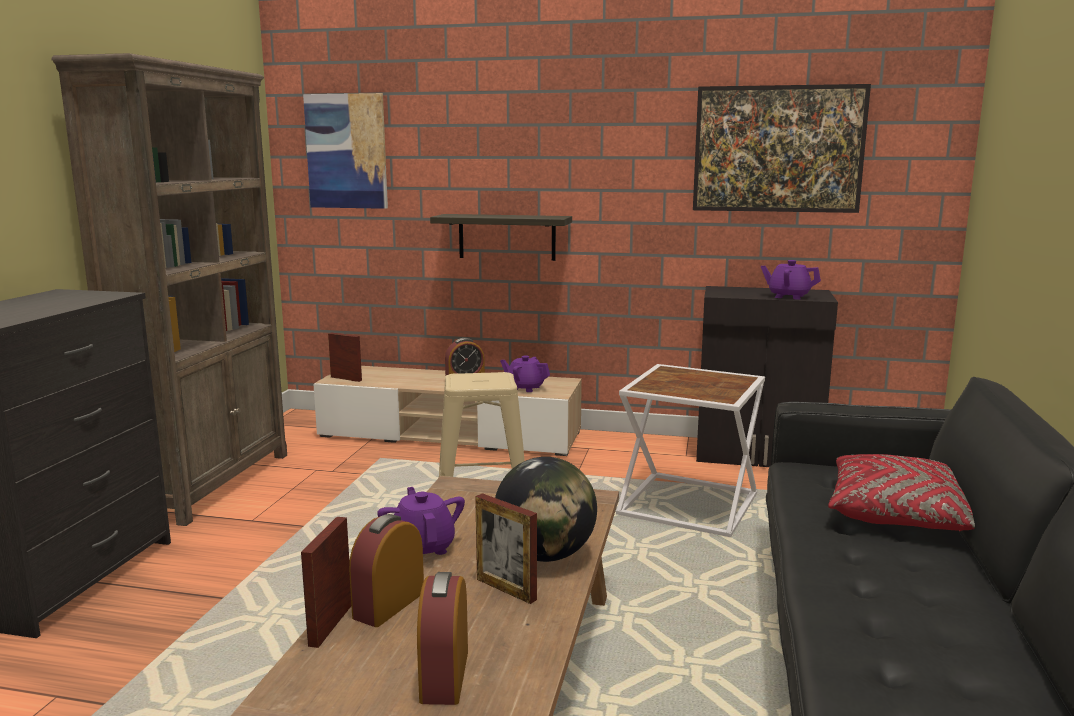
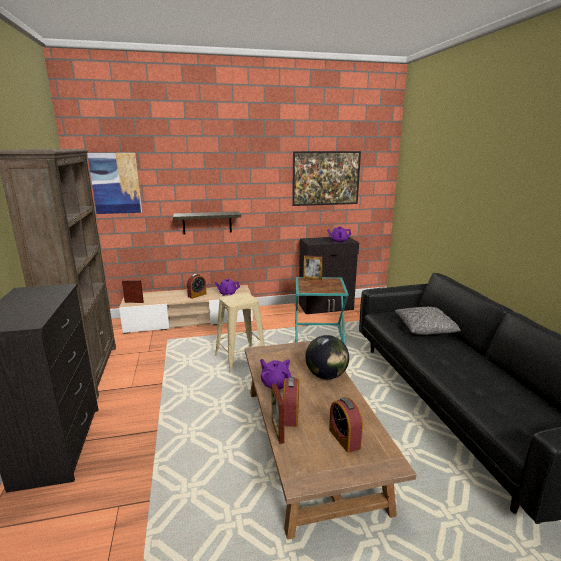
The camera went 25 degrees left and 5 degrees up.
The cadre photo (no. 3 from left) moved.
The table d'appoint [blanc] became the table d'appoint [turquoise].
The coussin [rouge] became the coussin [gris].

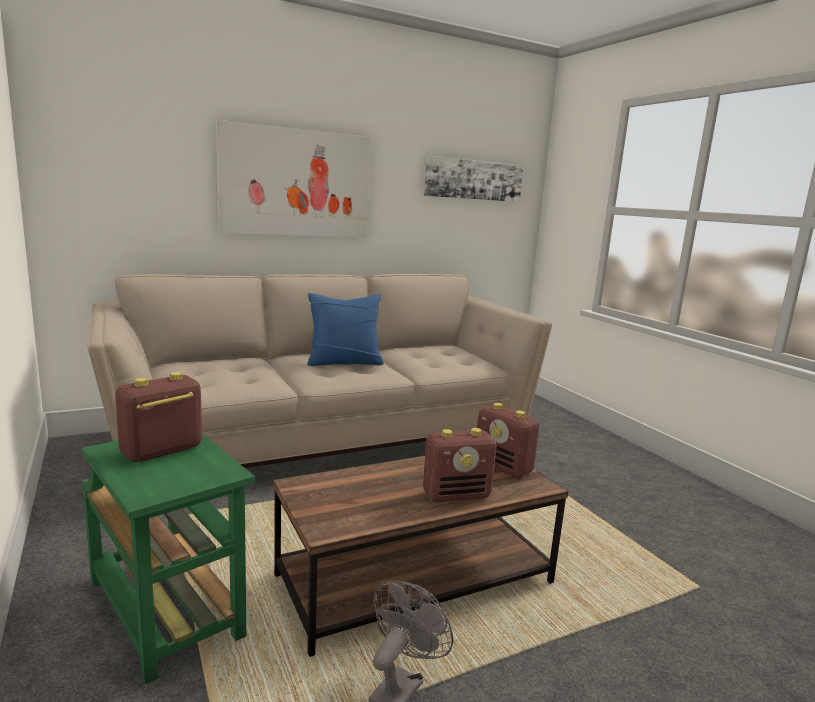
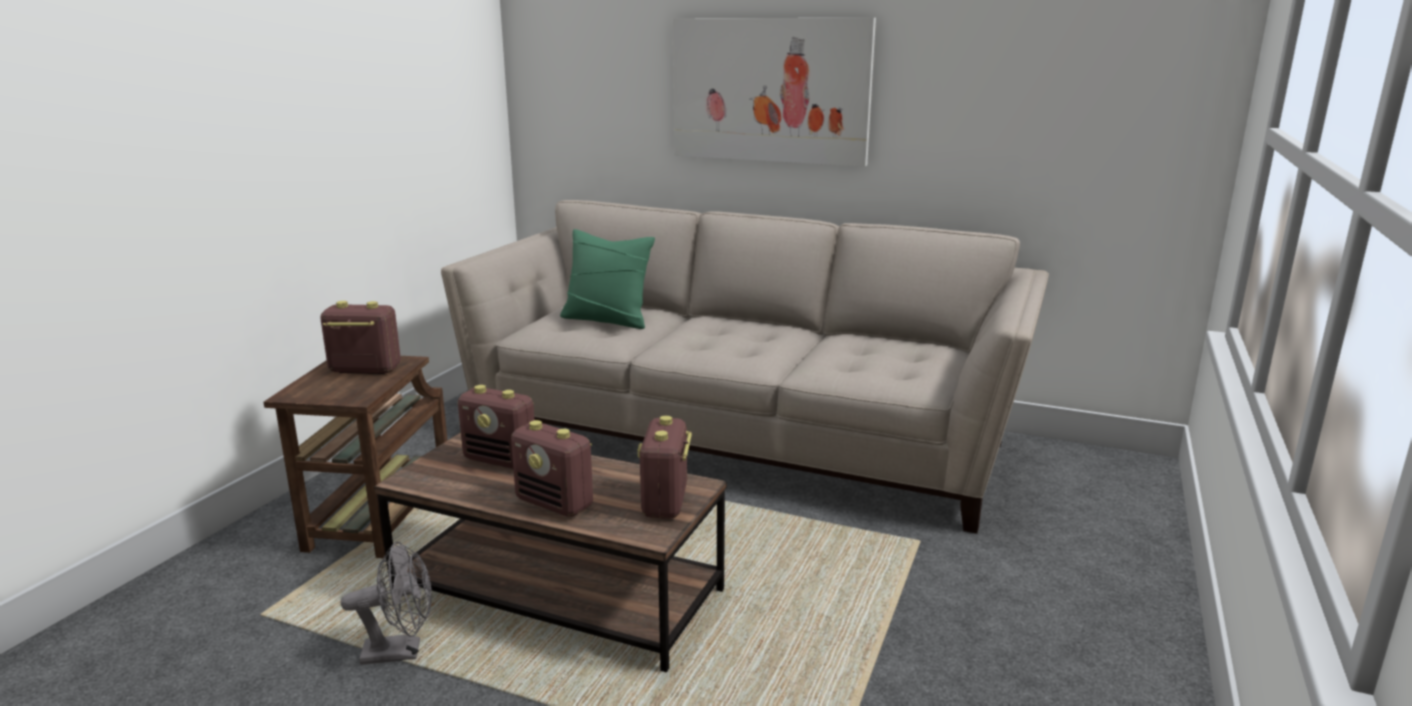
The camera went 50 degrees right and 5 degrees up.
The coussin [bleu] disappeared.
The tableau (no. 2 from left) disappeared.
The radio (no. 2 from left) appeared.
The coussin [vert] appeared.
The table d'appoint [vert] became the table d'appoint [marron].

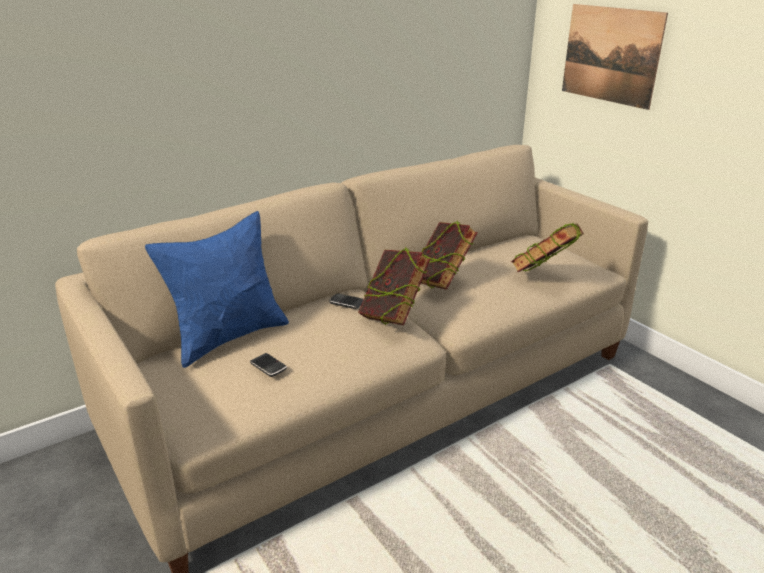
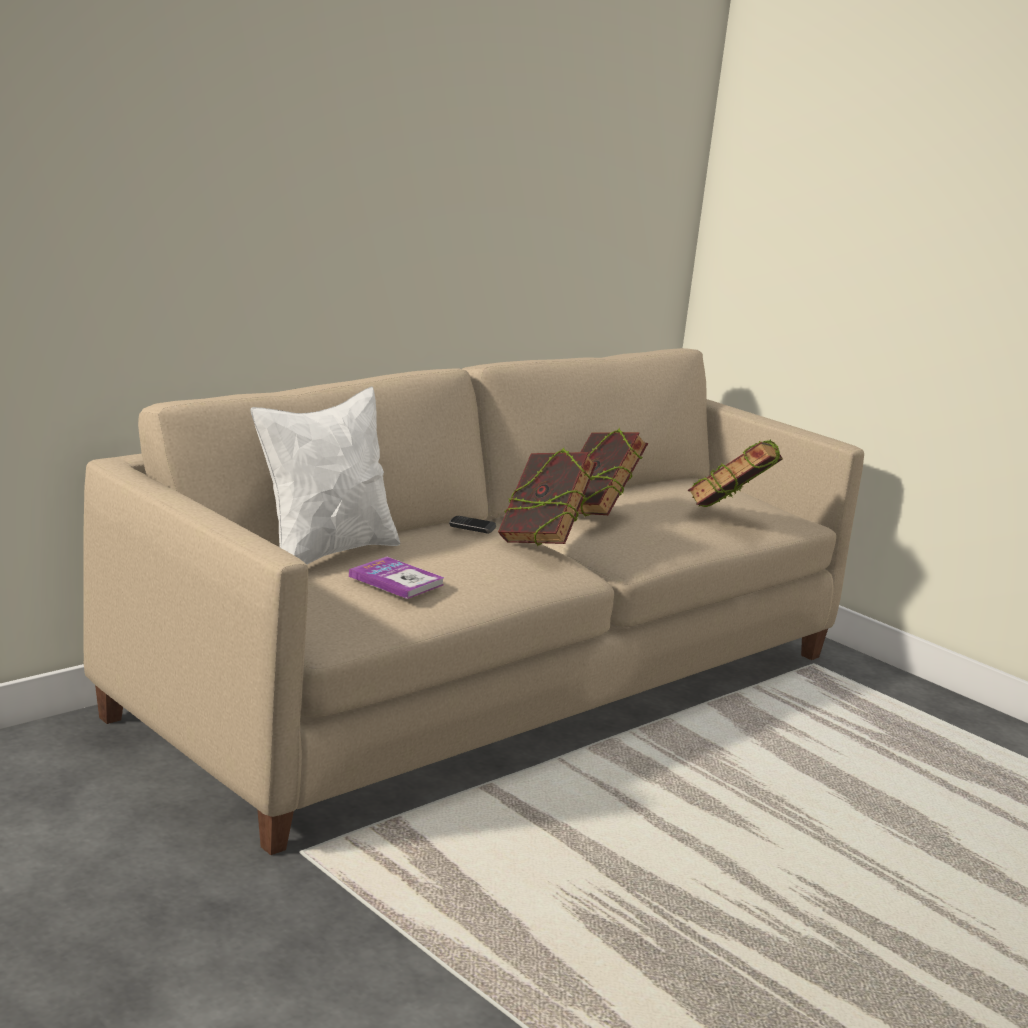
The camera went 10 degrees left and 10 degrees down.
The tableau disappeared.
The téléphone (no. 1 from left) was replaced by the livre (no. 1 from left).
The coussin [bleu] became the coussin [blanc].

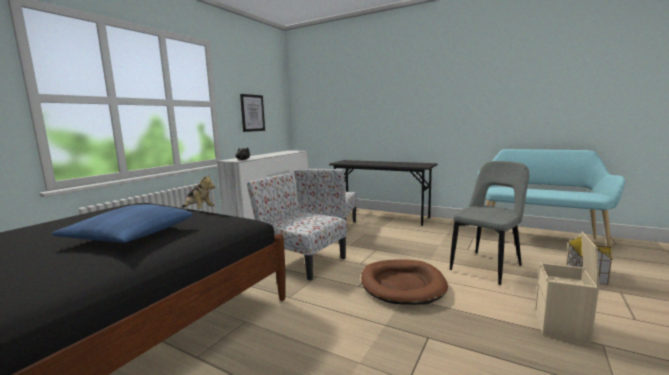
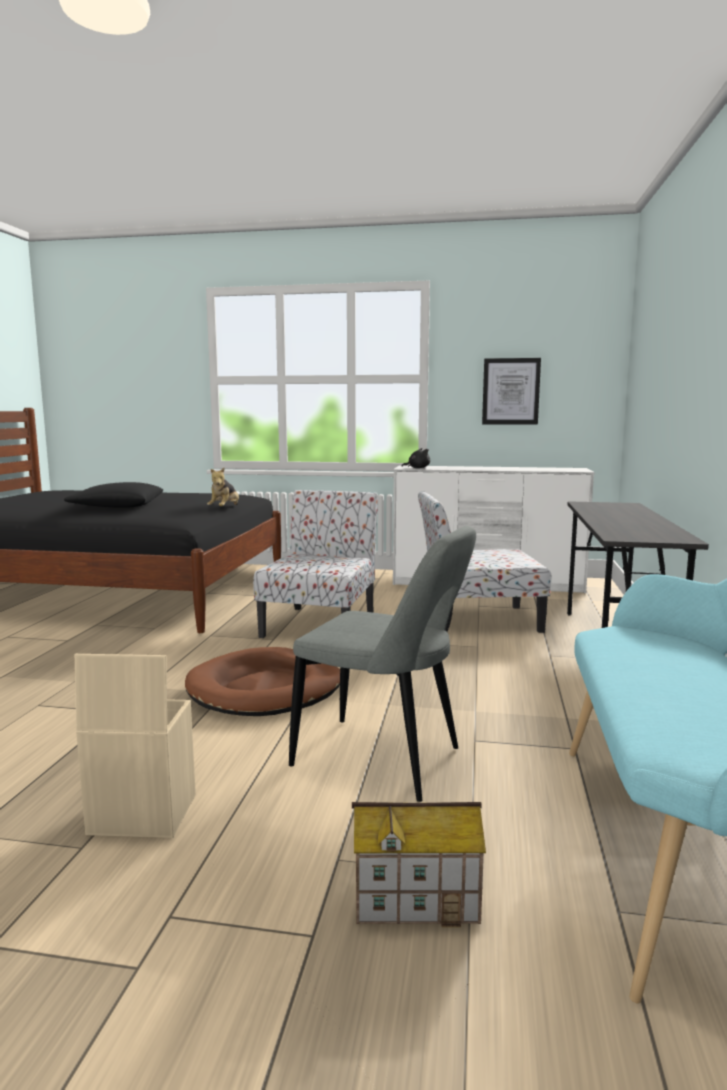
The camera went 70 degrees right and 0 degrees up.
The coussin [bleu] became the coussin [noir].

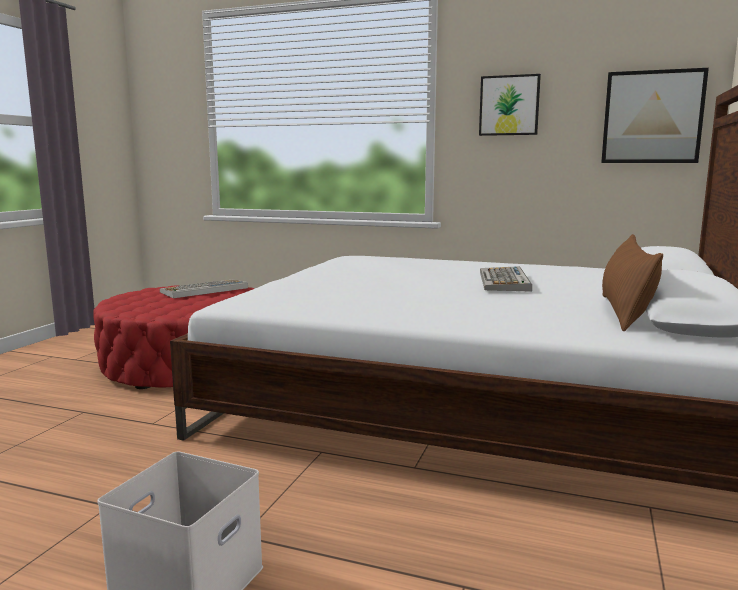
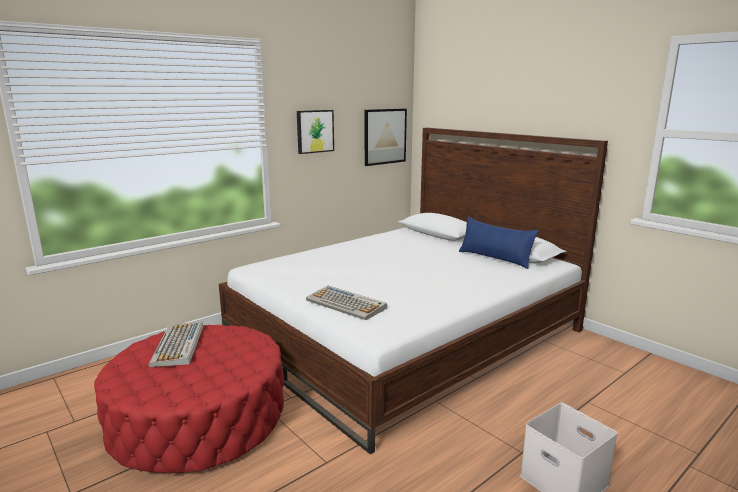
The camera went 60 degrees left and 5 degrees up.
The clavier (no. 2 from left) moved.
The coussin [marron] became the coussin [bleu].

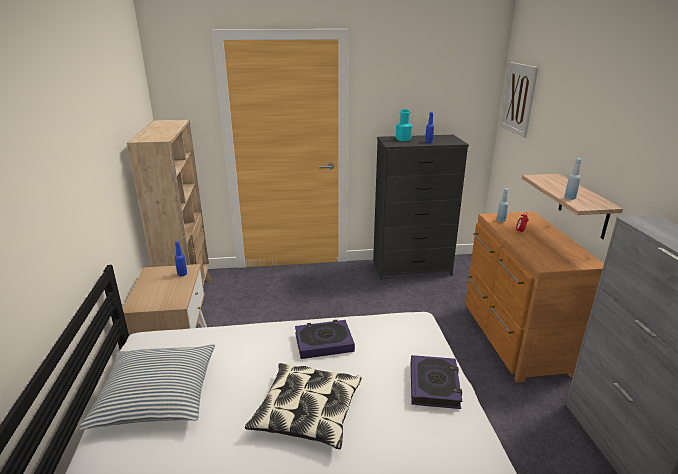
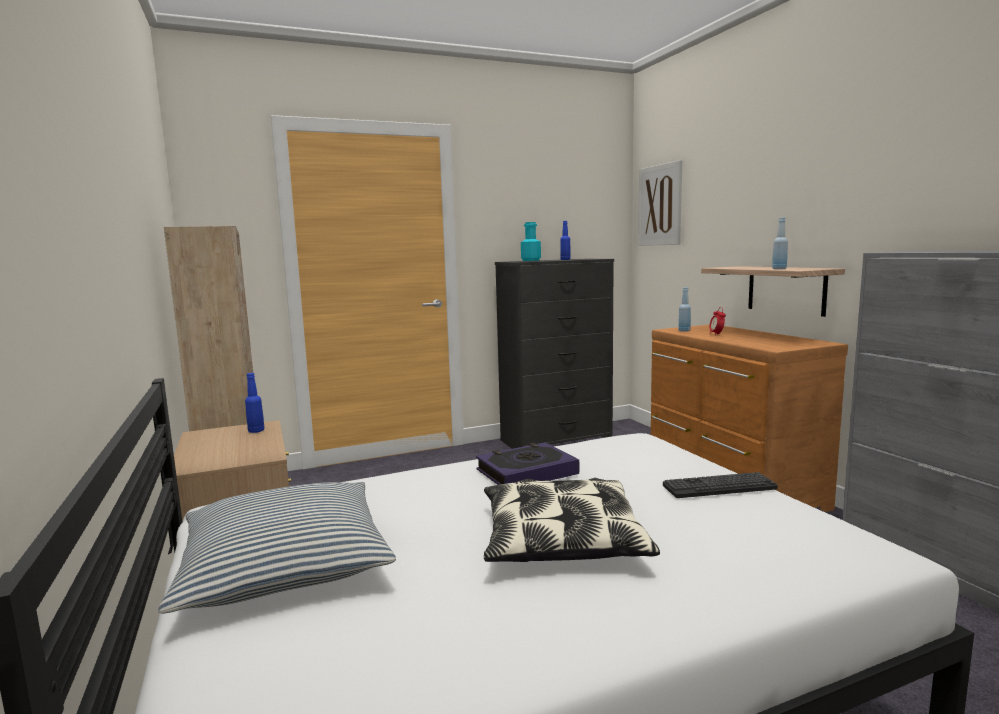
The camera went 15 degrees left and 15 degrees down.
The livre (no. 2 from left) was replaced by the clavier.

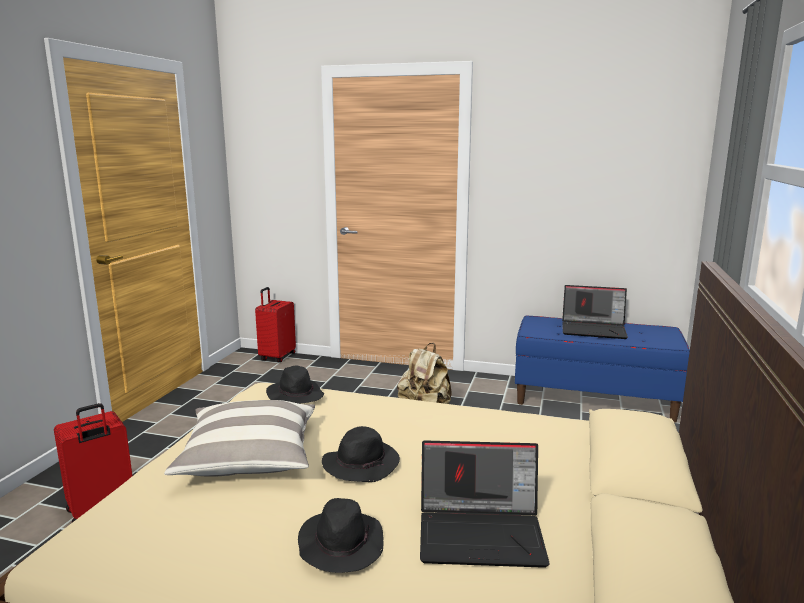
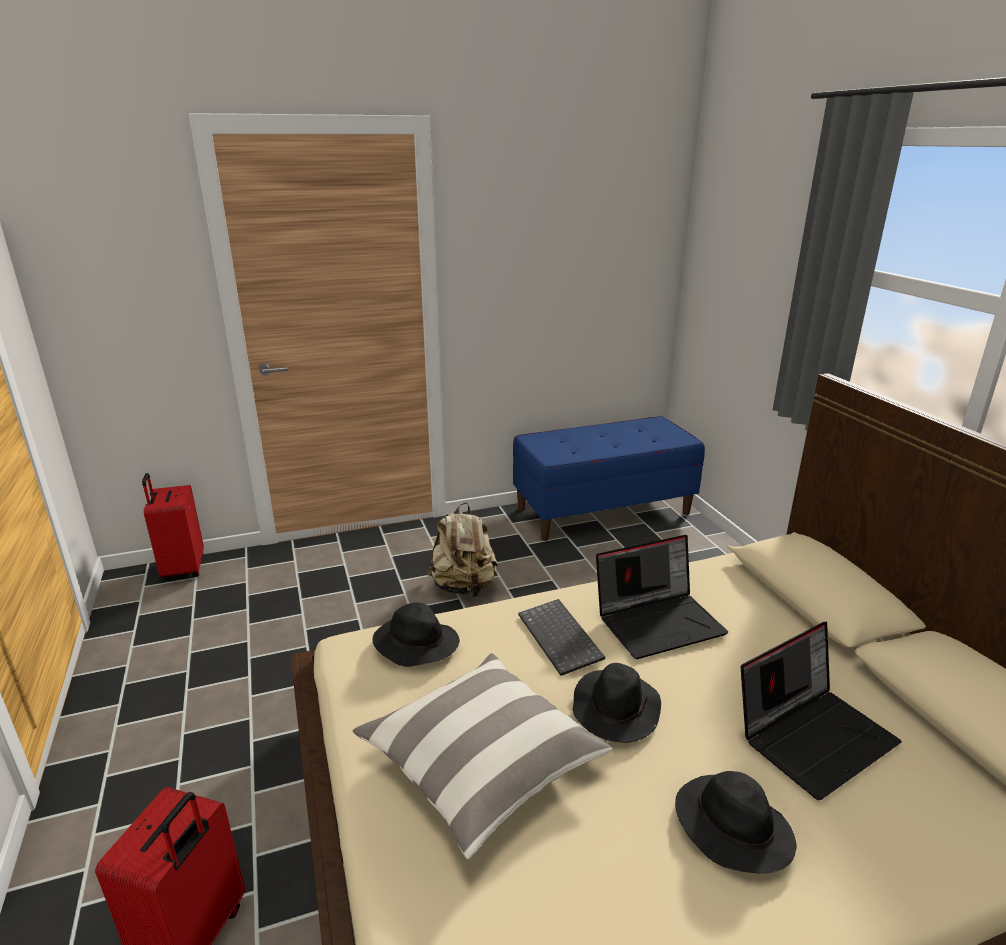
The camera went 35 degrees left and 10 degrees up.
The clavier appeared.
The ordinateur portable (no. 2 from left in the first image) moved.

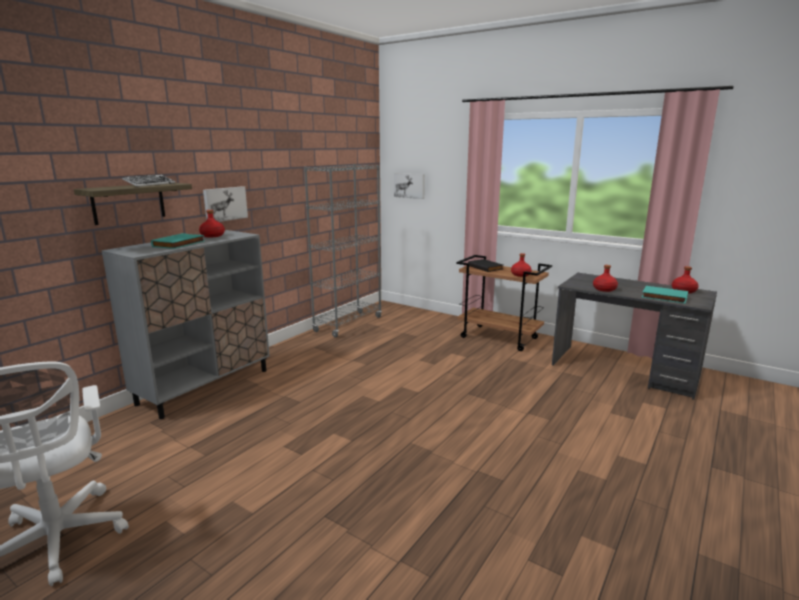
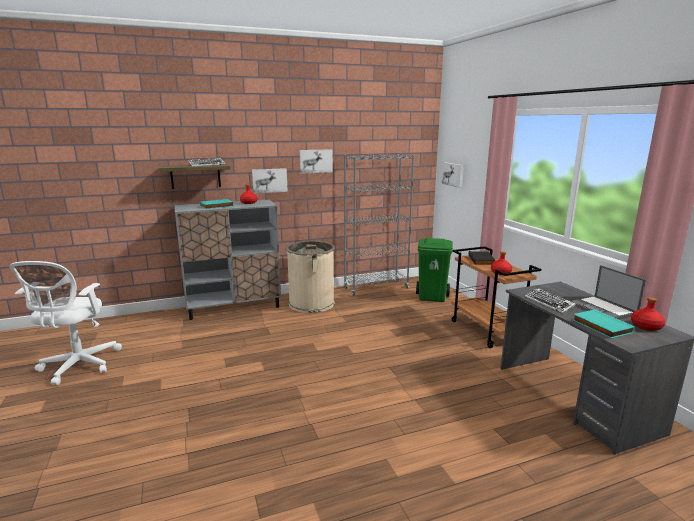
The camera went 35 degrees right and 0 degrees up.
The poubelle [beige] appeared.
The tableau (no. 2 from left) appeared.
The poubelle [vert] appeared.
The ordinateur portable appeared.
The bouteille [rouge] (no. 3 from left) was replaced by the clavier (no. 2 from left).

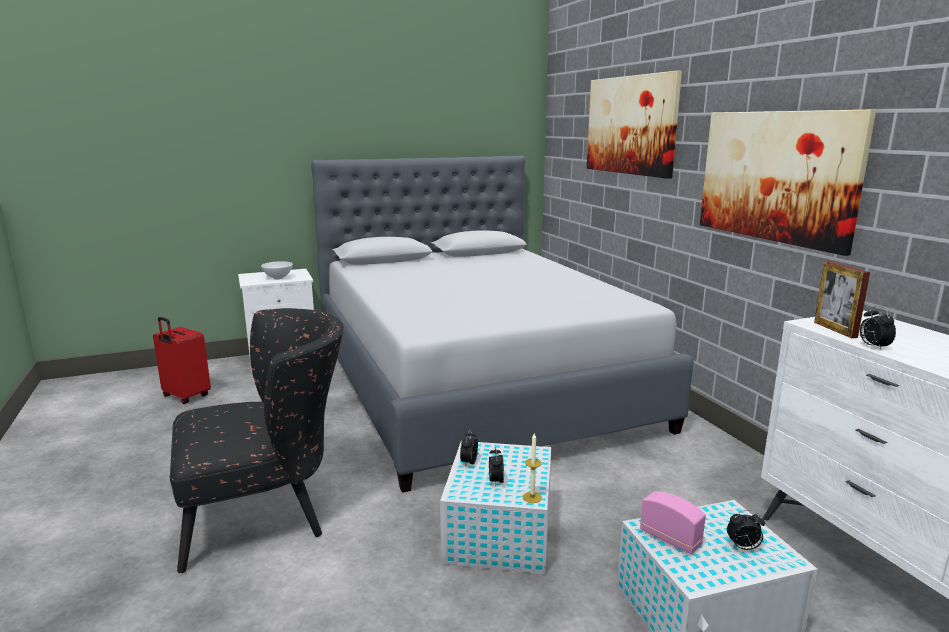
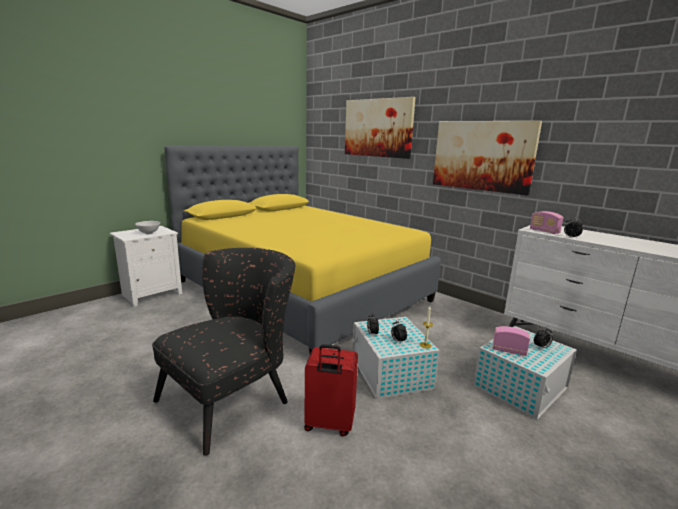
The camera went 25 degrees left and 0 degrees up.
The valise [rouge] moved.
The cadre photo was replaced by the radio (no. 2 from left).
The lit [gris] became the lit [jaune].

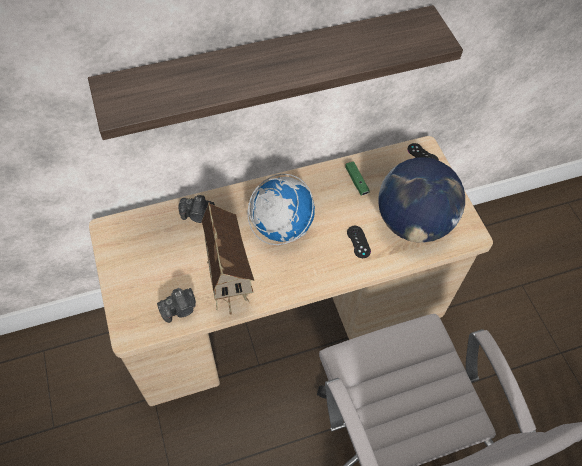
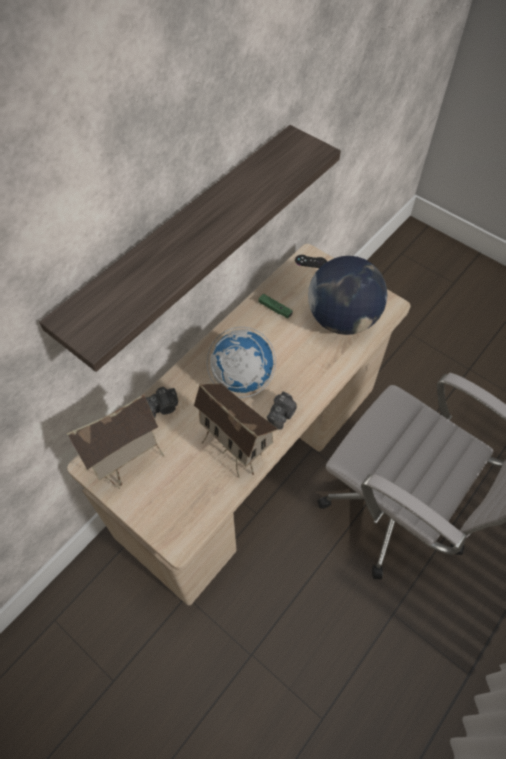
The camera went 30 degrees left and 0 degrees up.
The manette [noir] (no. 1 from left) disappeared.
The maison miniature (no. 1 from left) appeared.
The appareil photo (no. 1 from left in the first image) moved.

